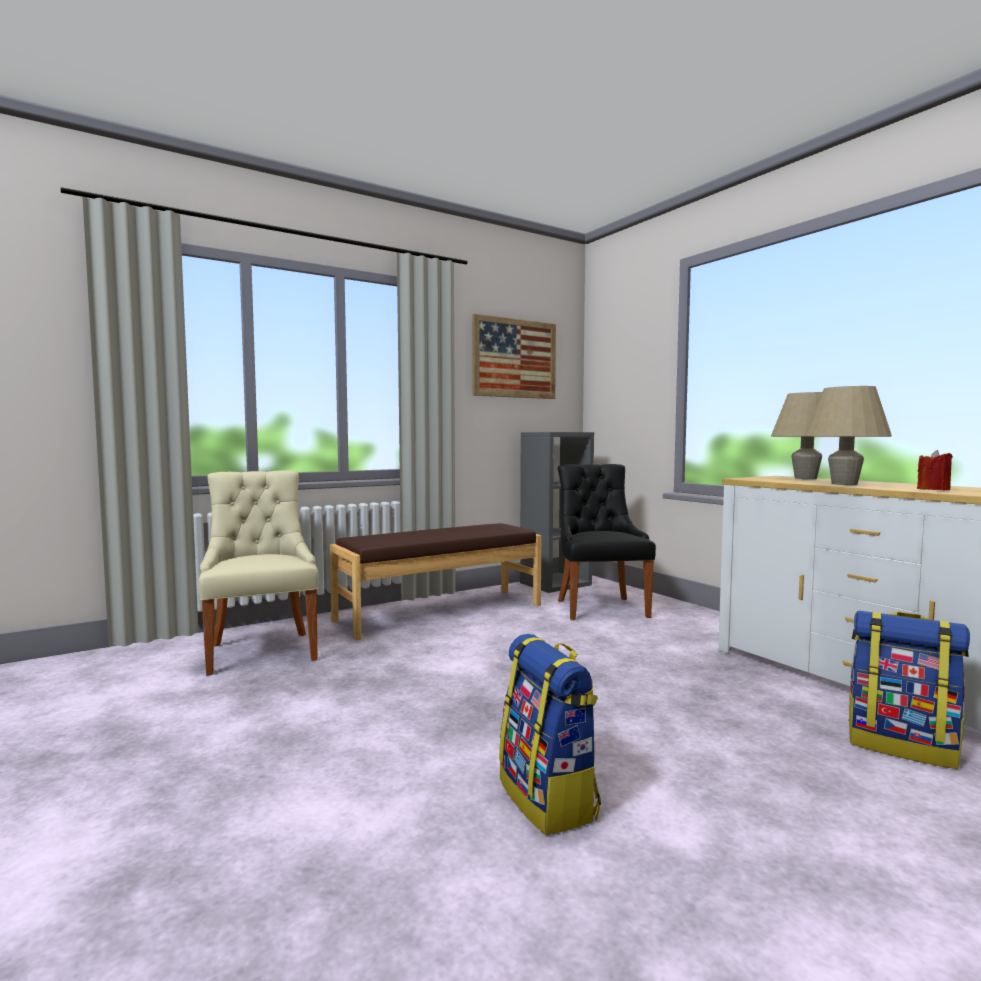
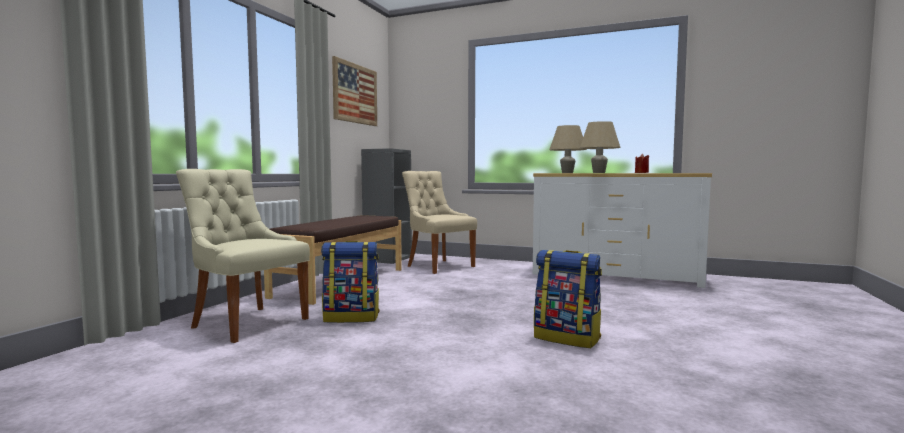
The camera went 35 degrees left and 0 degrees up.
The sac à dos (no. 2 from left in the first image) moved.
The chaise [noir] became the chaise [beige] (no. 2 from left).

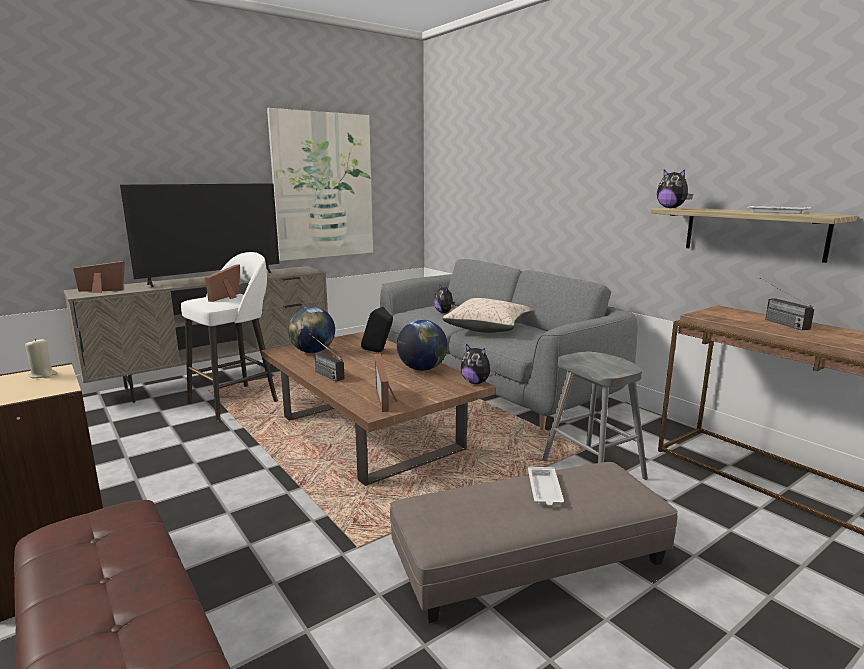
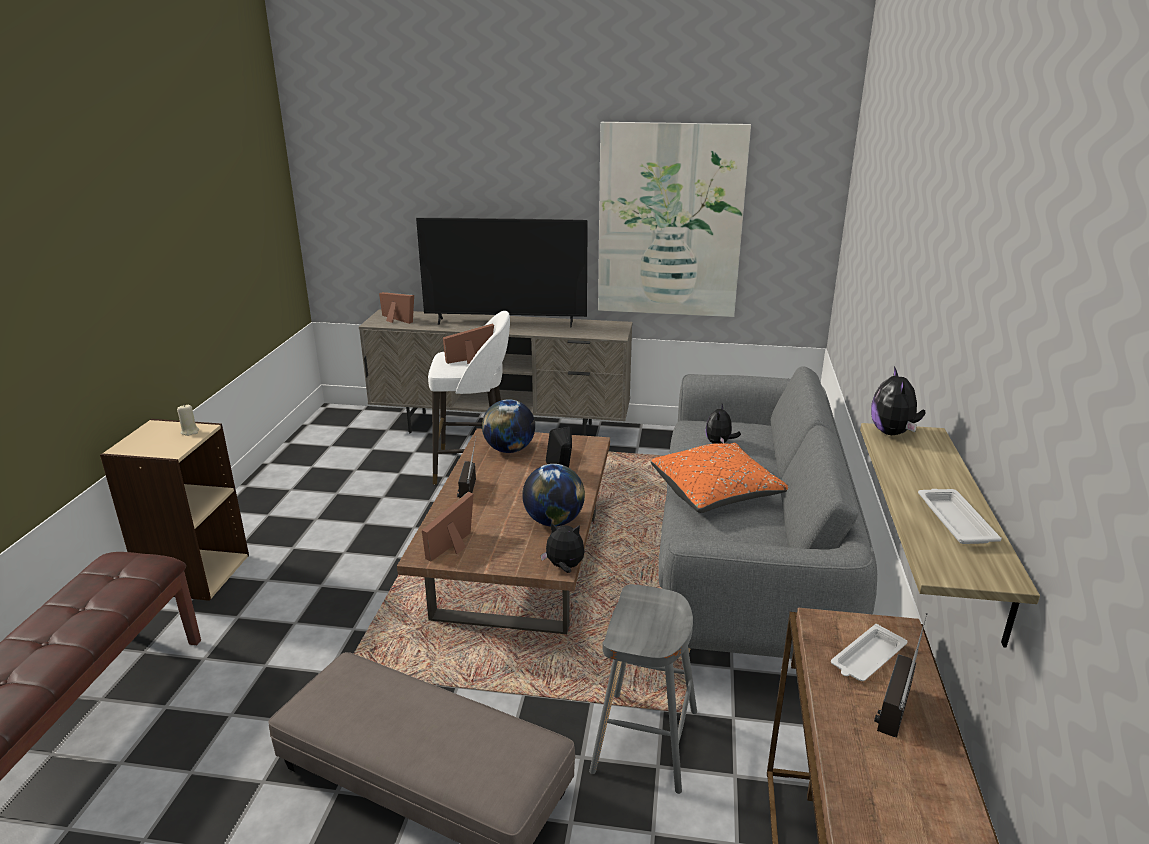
The camera went 45 degrees right and 10 degrees up.
The plateau [blanc] (no. 1 from left) moved.
The coussin [beige] became the coussin [orange].
The peluche (no. 2 from left in the first image) turned 105 degrees clockwise.

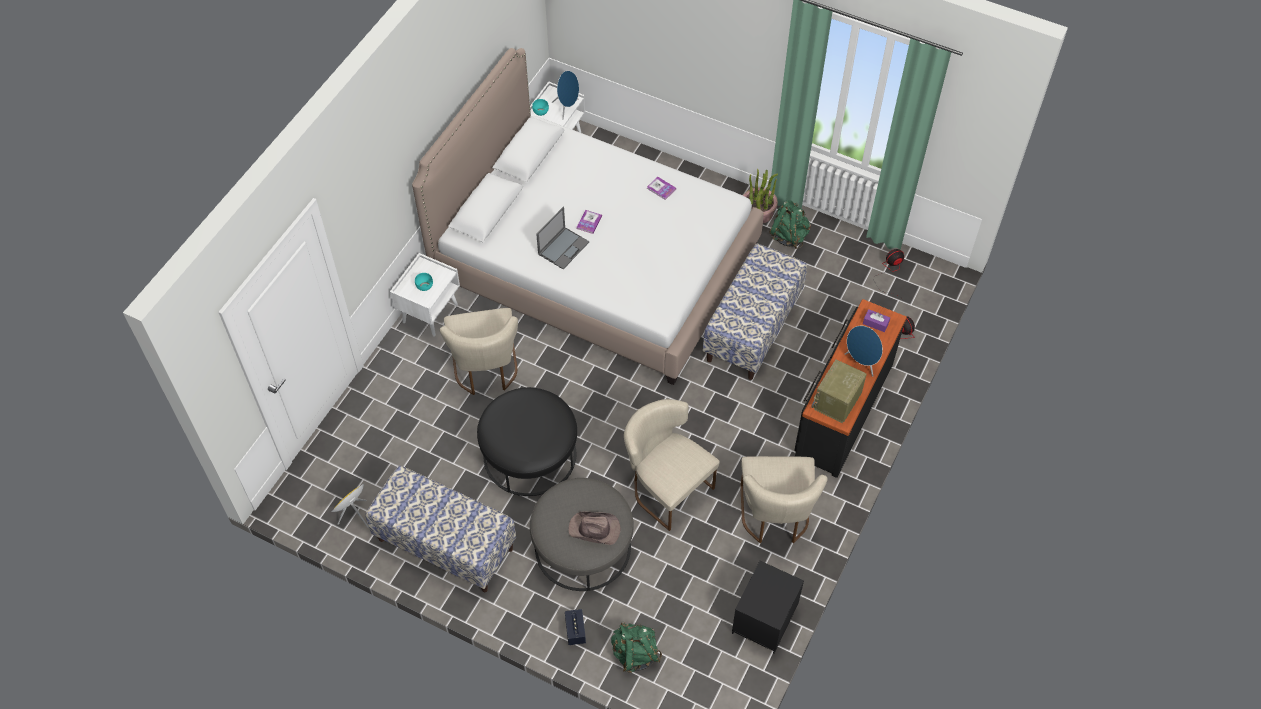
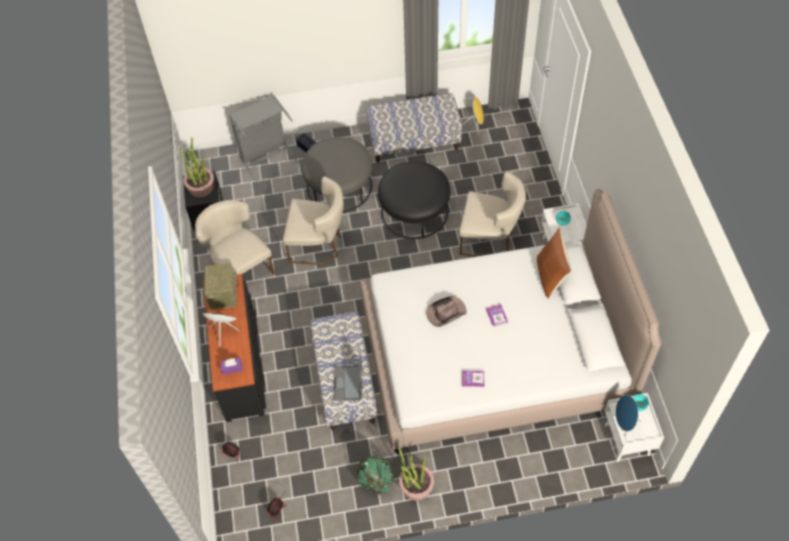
The camera went 145 degrees right and 0 degrees up.
The plante en pot (no. 1 from left) appeared.
The coussin [marron] appeared.
The ordinateur portable moved.
The chapeau [marron] moved.
The sac à dos [vert] (no. 1 from left) was replaced by the panier à linge [gris].
The chaise [beige] (no. 1 from left in the first image) turned 150 degrees clockwise.

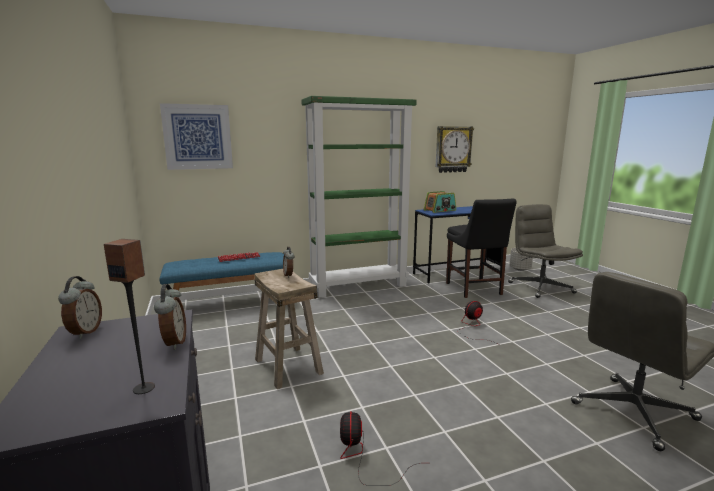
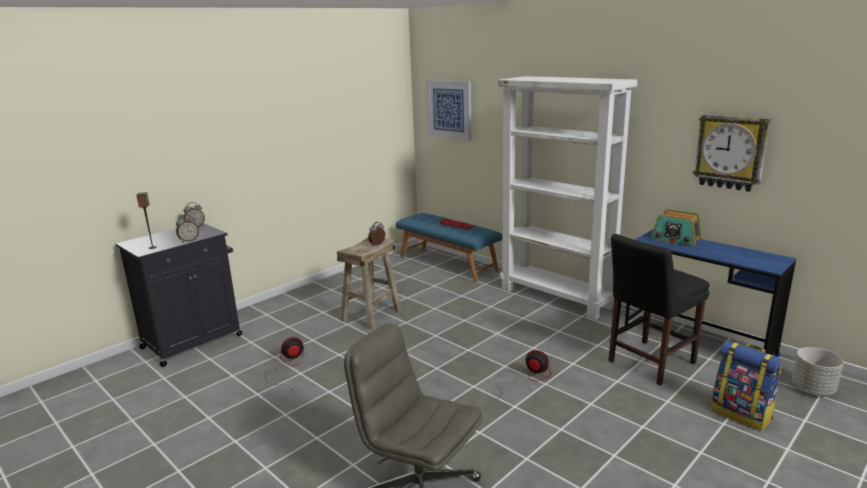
The camera went 65 degrees right and 5 degrees up.
The chaise de bureau [gris] (no. 1 from left) was replaced by the sac à dos.
The bibliothèque [vert] became the bibliothèque [blanc].

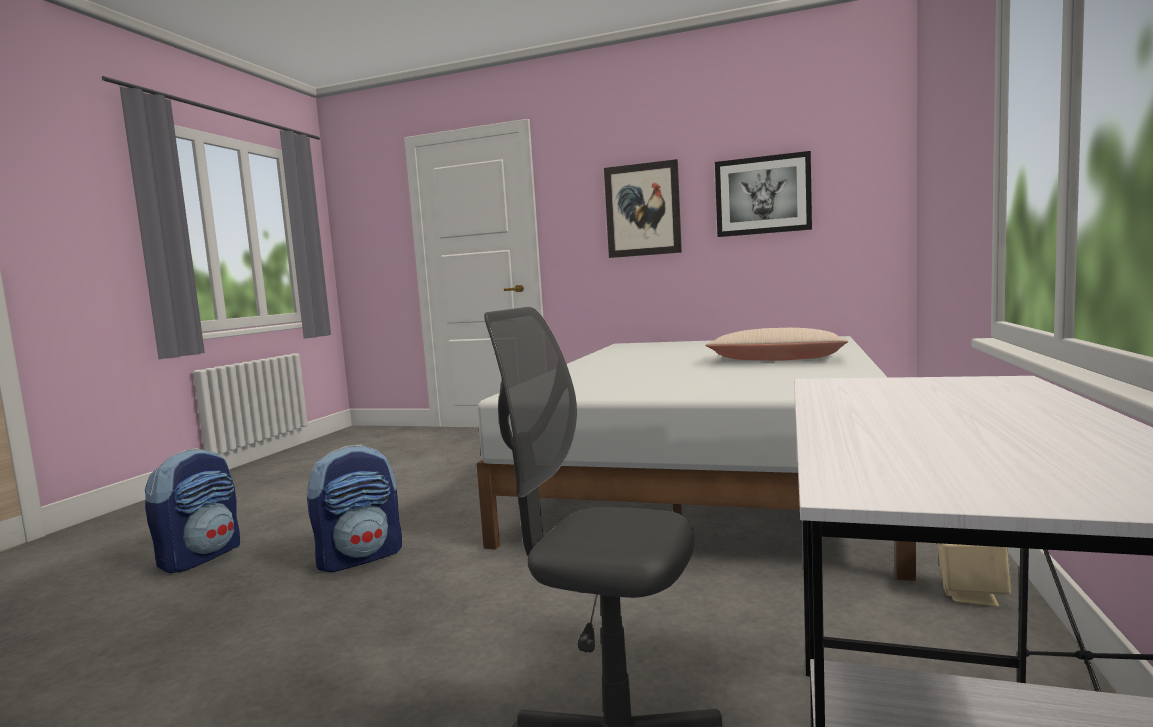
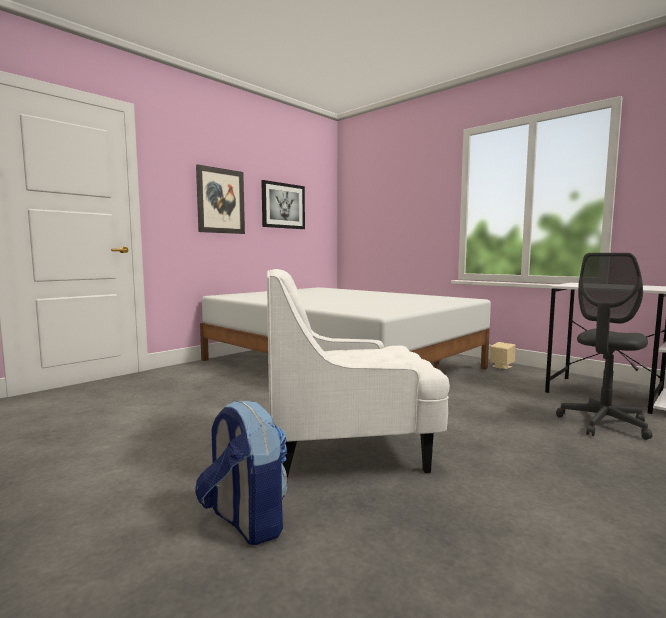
The camera went 65 degrees left and 0 degrees up.
The coussin [beige] disappeared.
The sac à dos (no. 2 from left) was replaced by the fauteuil [blanc].

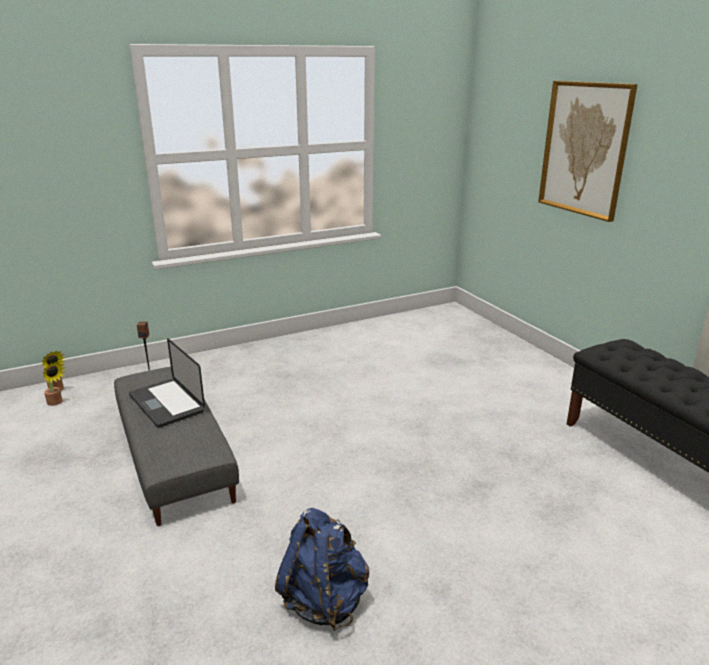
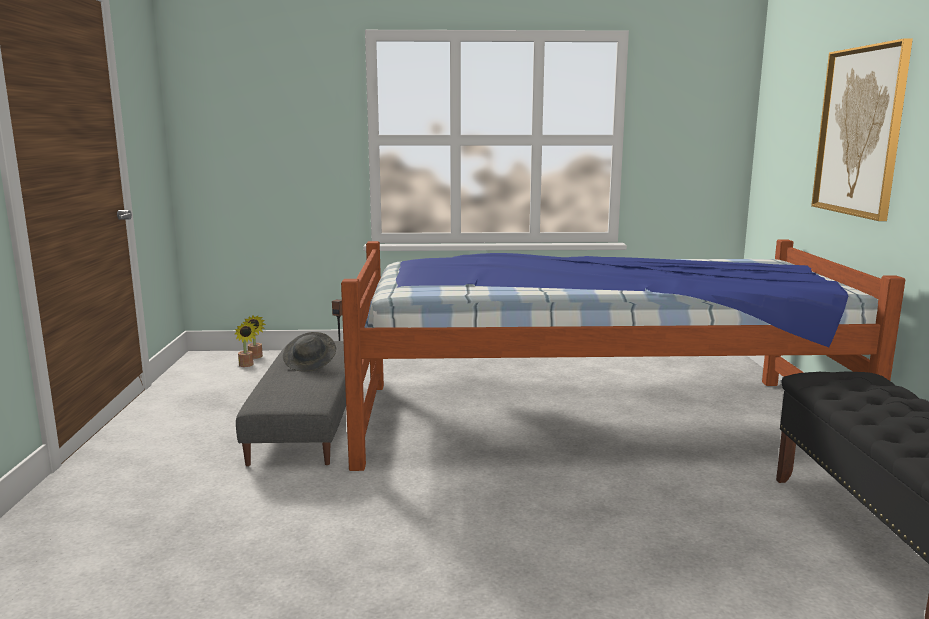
The camera went 25 degrees right and 10 degrees down.
The sac à dos [bleu] disappeared.
The lit appeared.
The ordinateur portable was replaced by the chapeau [gris].

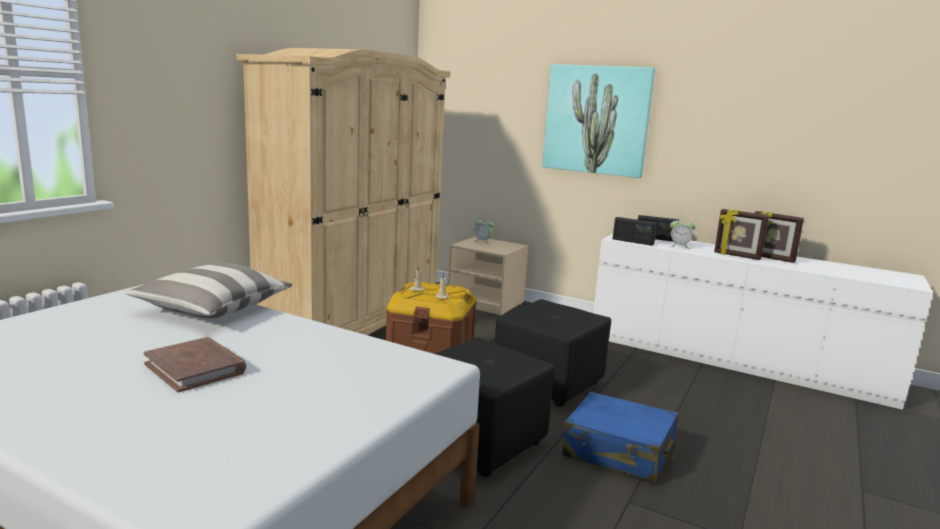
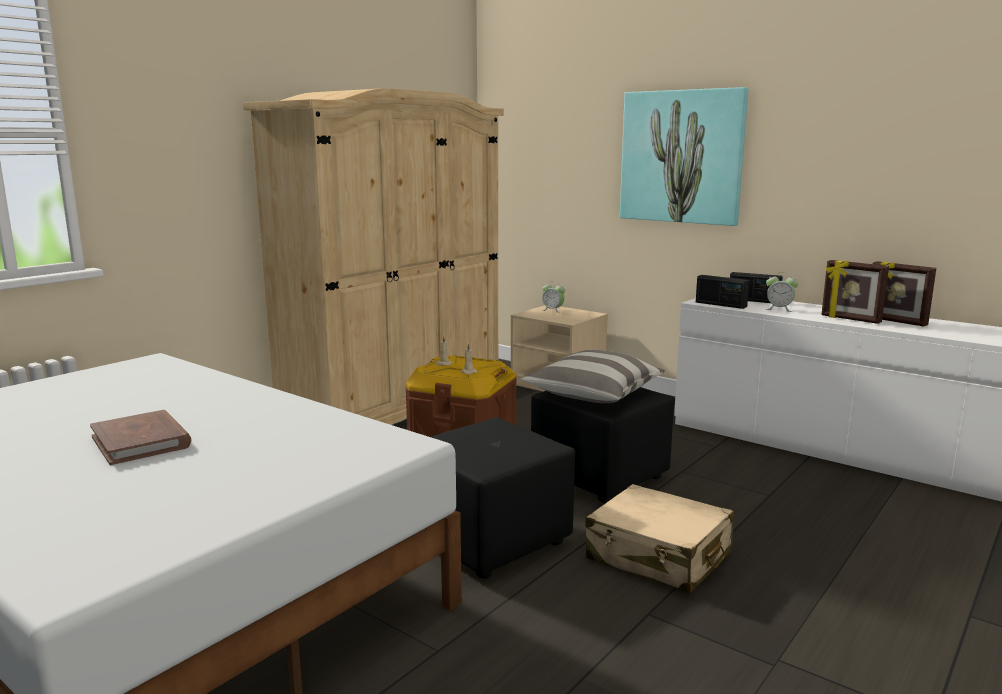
The camera went 10 degrees right and 0 degrees up.
The coussin moved.
The valise [bleu] became the valise [beige].

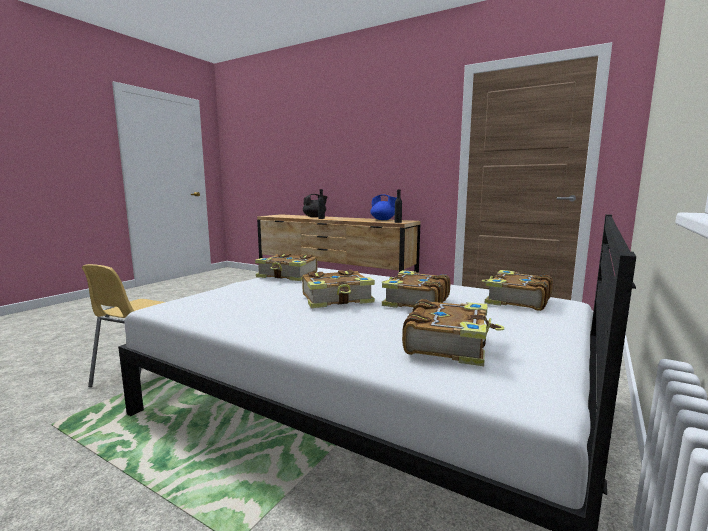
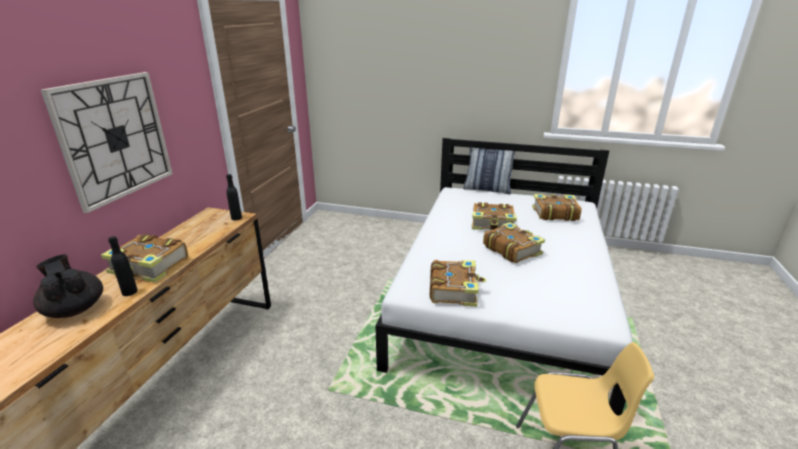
The camera went 105 degrees left and 15 degrees up.
The théière [bleu] disappeared.
The horloge murale appeared.
The coussin appeared.
The livre (no. 5 from left in the first image) moved.

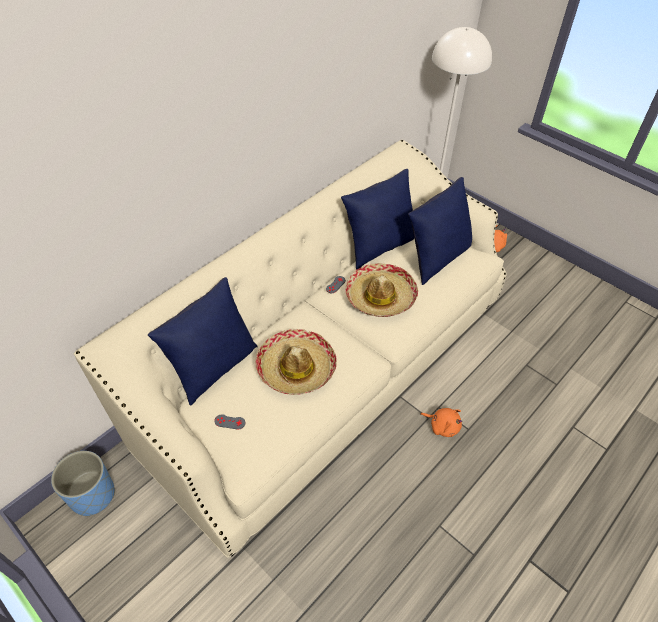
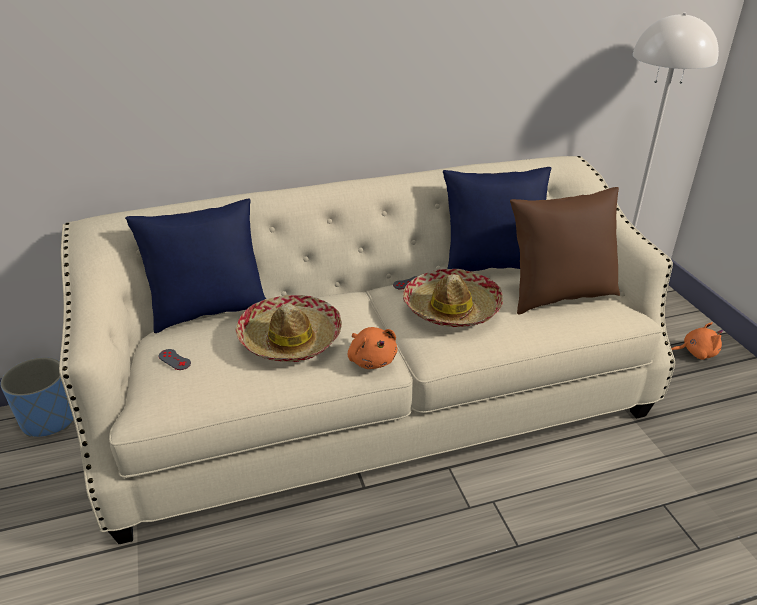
The camera went 30 degrees right and 15 degrees down.
The peluche [orange] (no. 1 from left) moved.
The coussin [bleu] (no. 3 from left) became the coussin [marron].

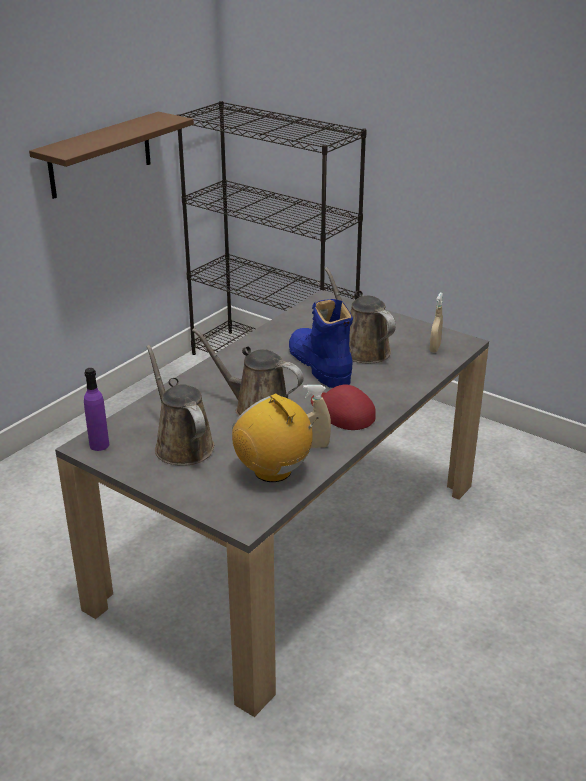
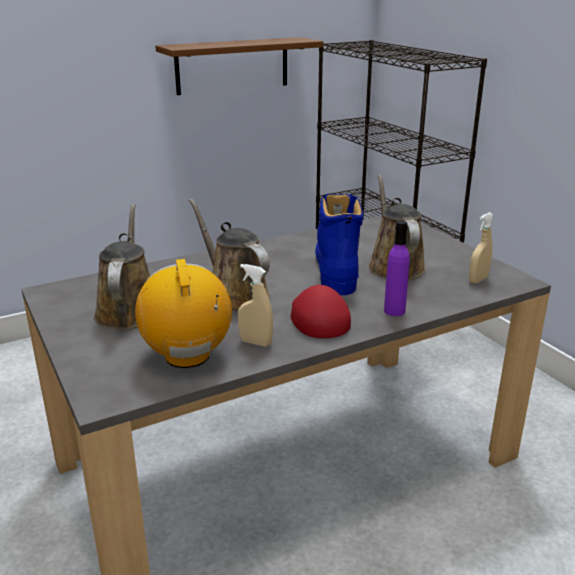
The camera went 25 degrees right and 5 degrees down.
The bouteille [violet] moved.

